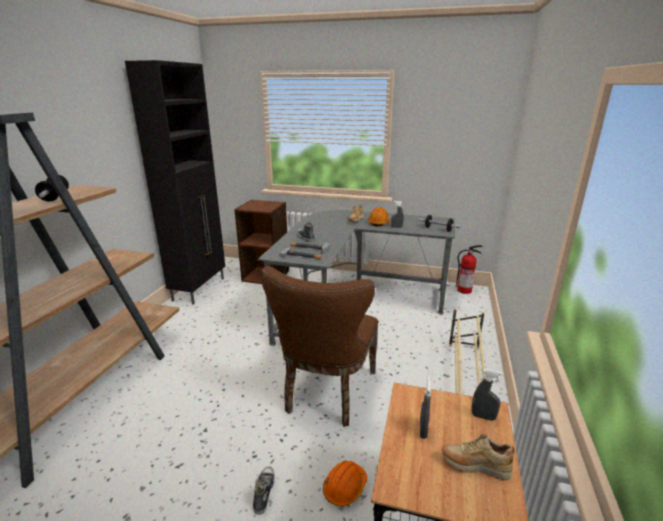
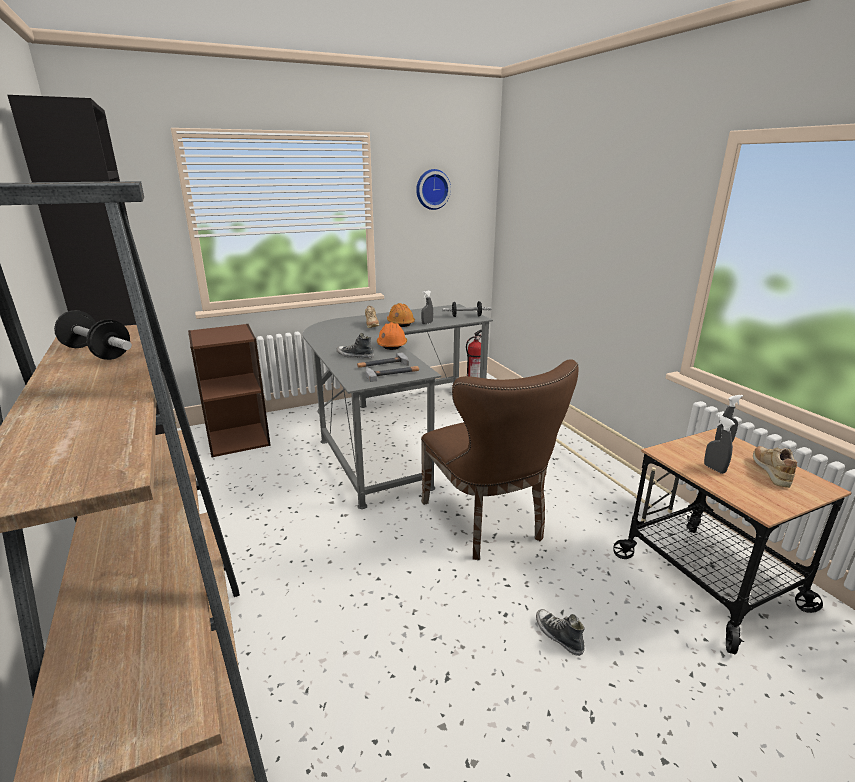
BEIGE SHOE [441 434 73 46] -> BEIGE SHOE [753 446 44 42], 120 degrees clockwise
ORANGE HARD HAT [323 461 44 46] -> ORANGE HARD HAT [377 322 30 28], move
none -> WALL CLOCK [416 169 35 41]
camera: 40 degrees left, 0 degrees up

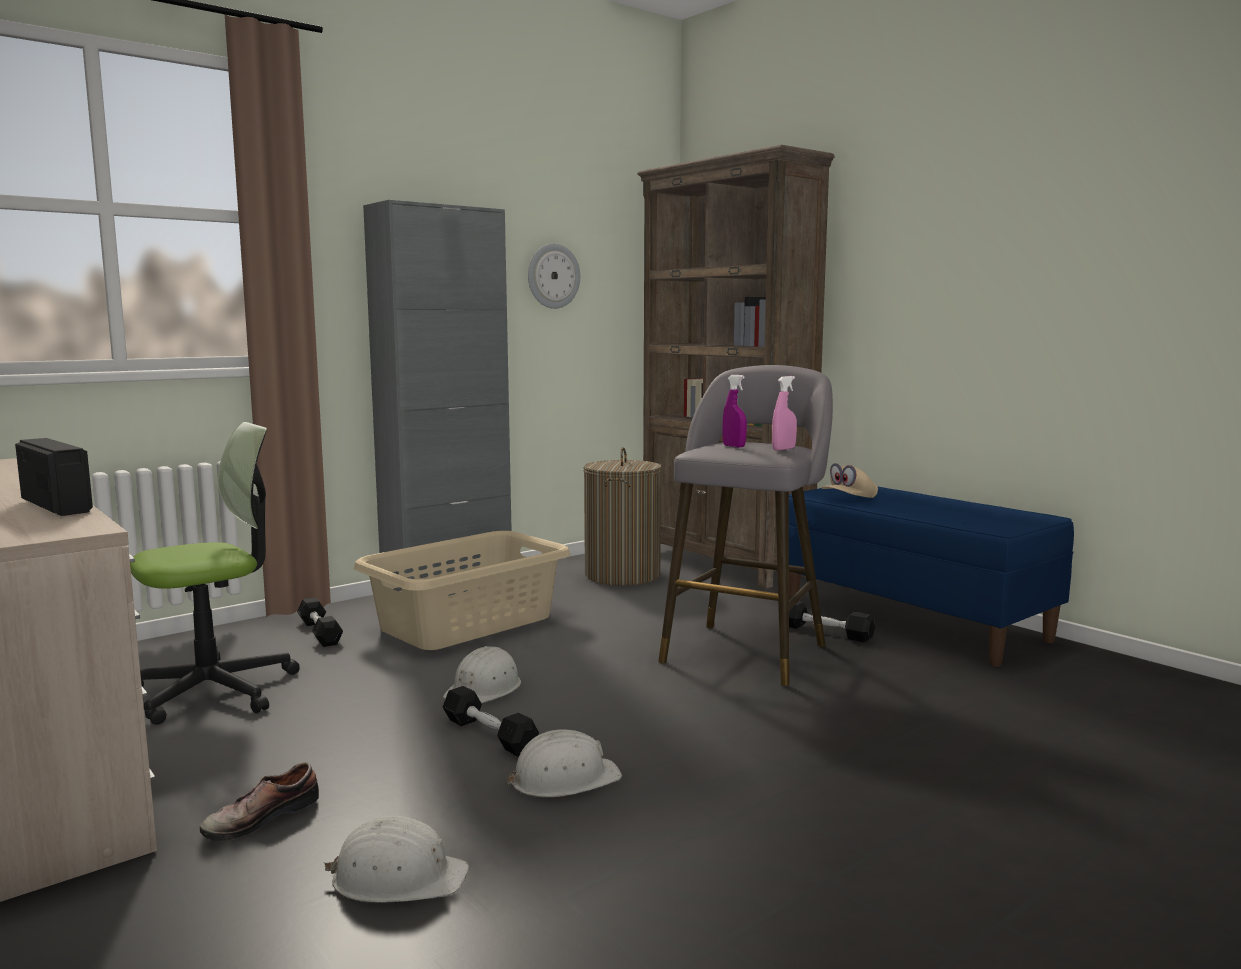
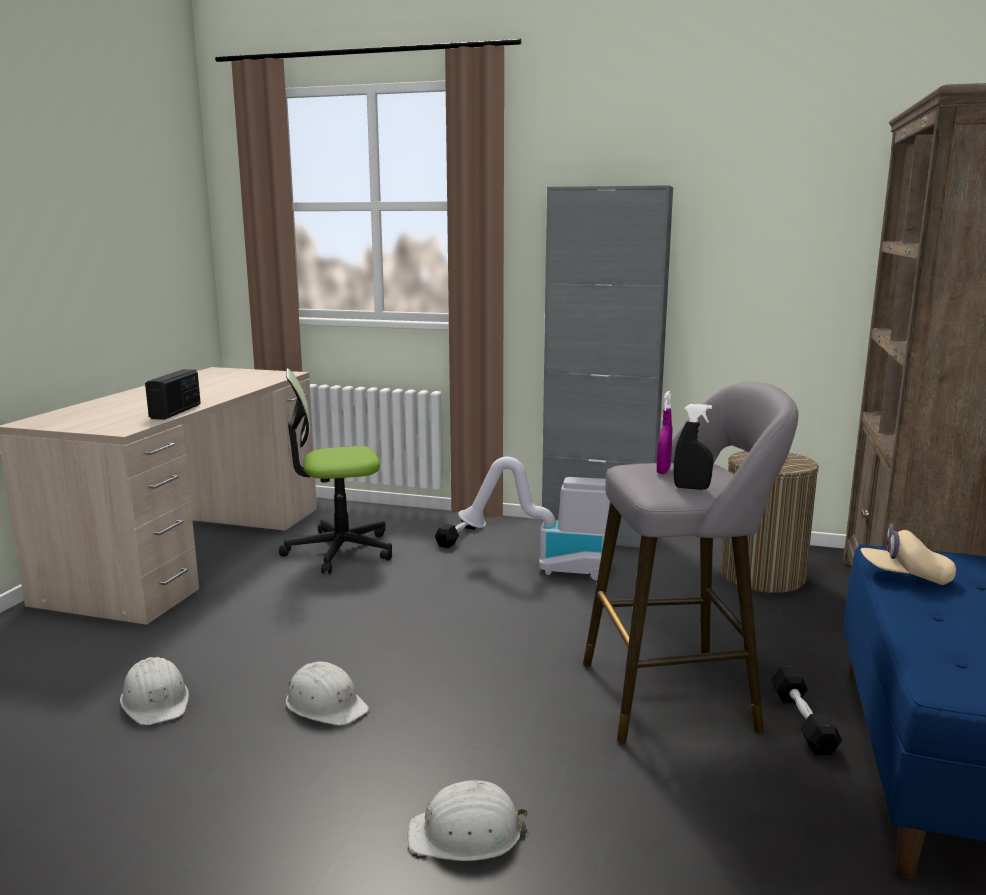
WALL CLOCK [528 243 52 66] -> none
PINK SPRAY BOTTLE [772 376 25 75] -> BLACK SPRAY BOTTLE [673 404 40 86]
OFFICE CHAIR [130 422 170 303] -> OFFICE CHAIR [279 368 113 206], 150 degrees clockwise
BEIGE LAUNDRY BASKET [354 531 217 119] -> VACUUM CLEANER [458 457 152 124]
WHITE HARD HAT [443 646 78 57] -> WHITE HARD HAT [408 780 119 81], move
BLACK DUMBBELL [443 686 96 70] -> none
SHOE [200 762 119 80] -> none
camera: 55 degrees right, 5 degrees up

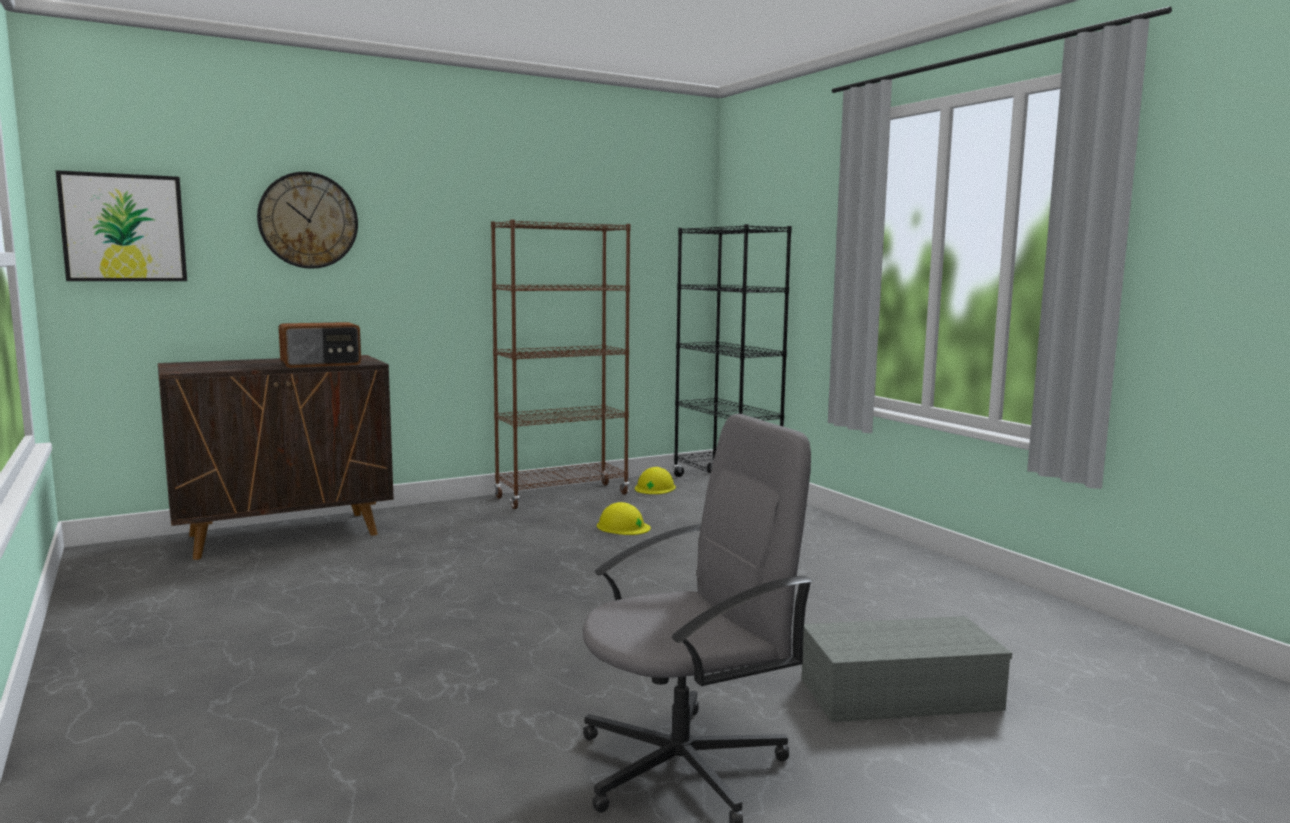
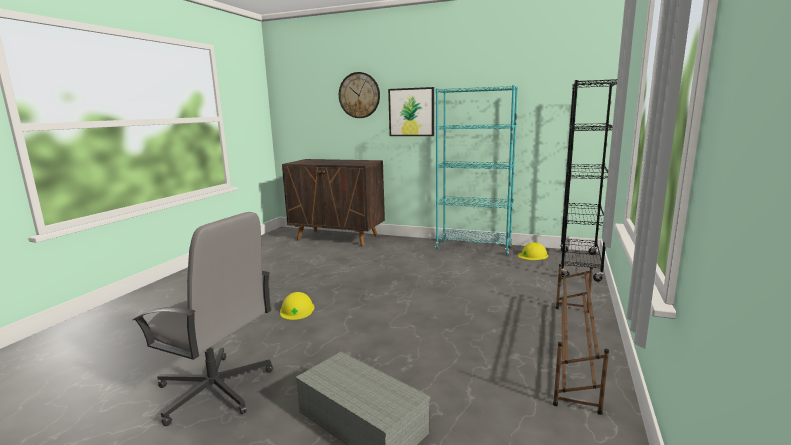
PICTURE [56 170 131 111] -> PICTURE [388 87 46 49], move
BROWN BOOKCASE [491 220 140 289] -> TURQUOISE BOOKCASE [435 85 83 170]
RADIO [278 322 83 46] -> none
YELLOW HARD HAT [597 502 54 33] -> YELLOW HARD HAT [280 292 35 28], move
none -> BROWN SHOE RACK [553 264 56 151]
camera: 50 degrees right, 5 degrees up

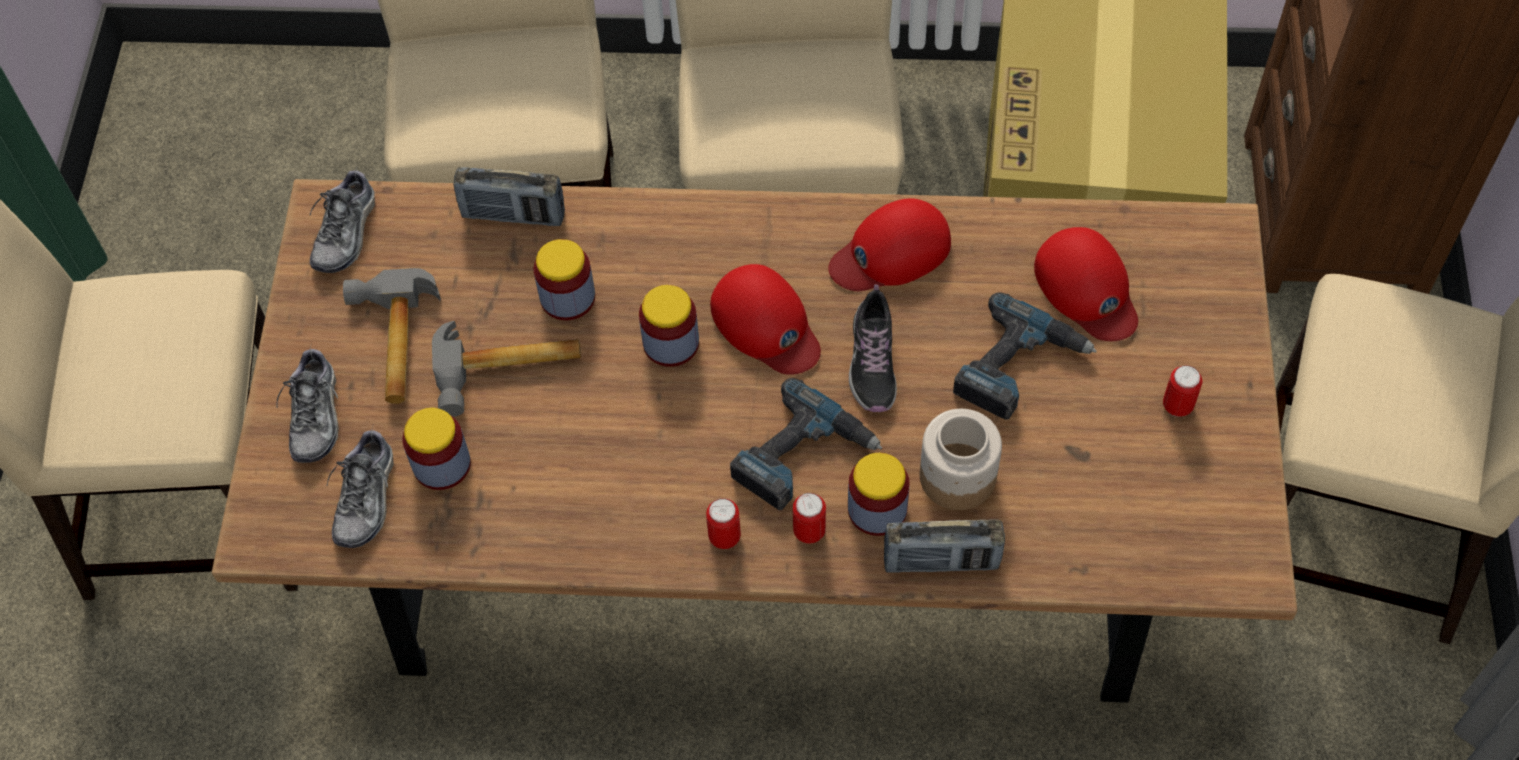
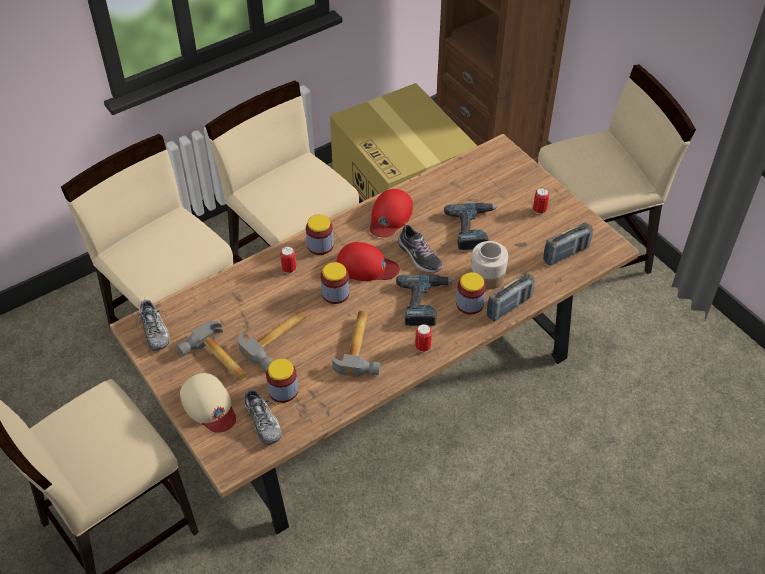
RADIO [453 167 112 59] -> RADIO [543 222 50 44], move
RED CAP [1034 227 104 114] -> none
JAR [533 239 62 82] -> JAR [306 214 28 41], move
SHOE [277 349 62 114] -> BEIGE CAP [180 373 56 60]
CAN [793 493 33 51] -> CAN [280 246 17 28], move
none -> HAMMER [332 311 49 66]
camera: 40 degrees left, 10 degrees down

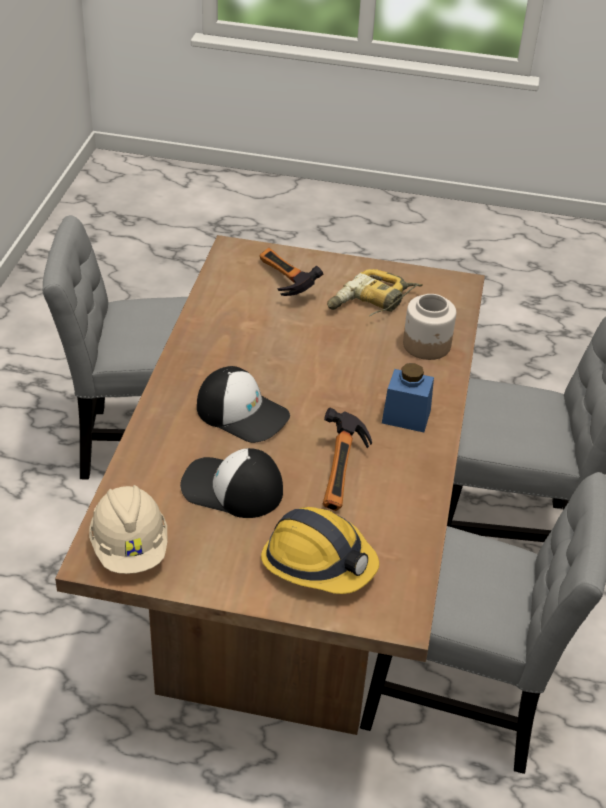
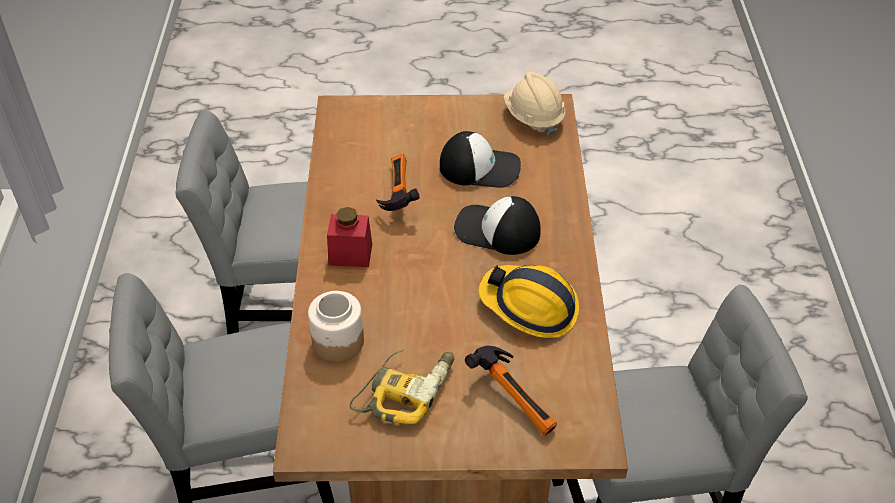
BLUE JAR [382 363 52 69] -> RED JAR [327 207 45 60]
HARD HAT [261 507 118 87] -> HARD HAT [478 265 101 73], move
camera: 170 degrees right, 5 degrees up

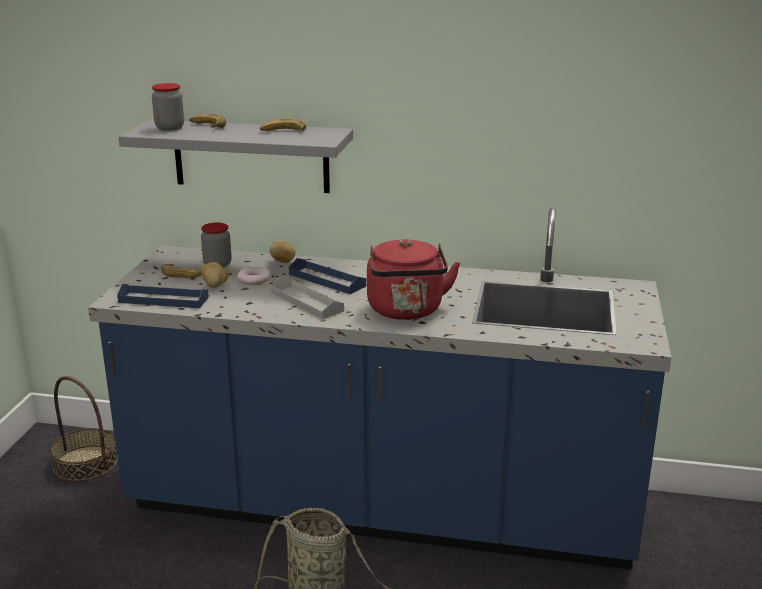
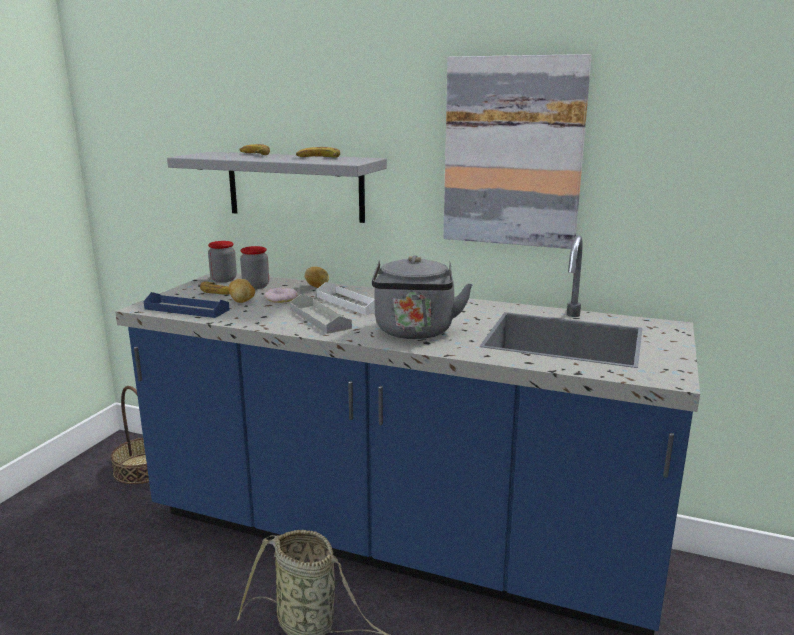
JAR [152 83 32 48] -> JAR [208 241 29 41], move
RED KETTLE [367 239 93 81] -> GREY KETTLE [372 255 101 84]
BLUE TRAY [289 258 77 36] -> WHITE TRAY [316 282 59 33]
none -> PICTURE [443 54 149 195]
camera: 10 degrees right, 5 degrees down

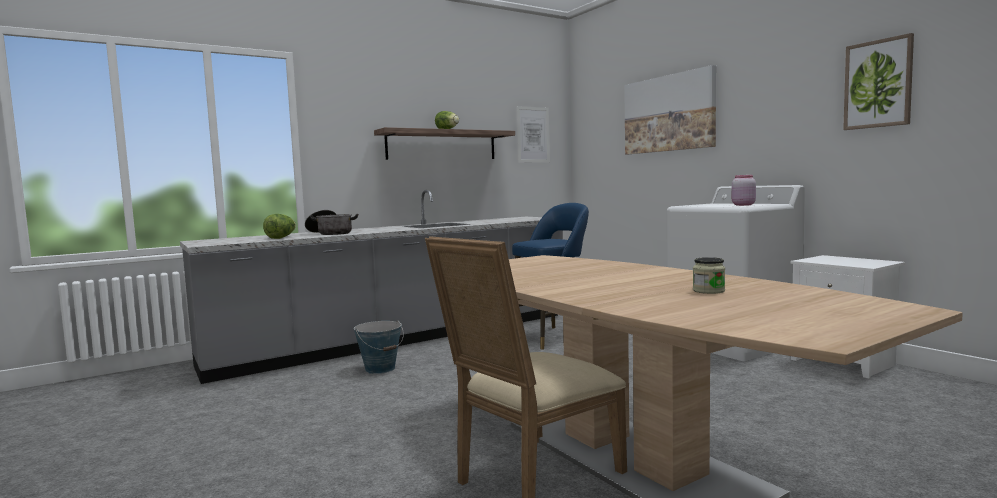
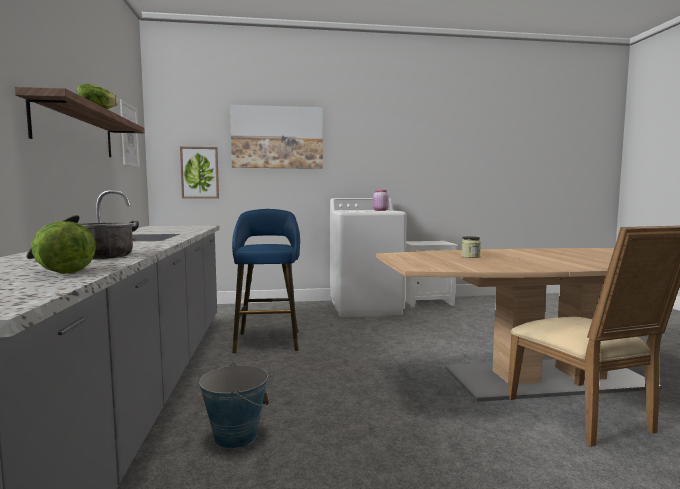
PICTURE [843 33 71 97] -> PICTURE [180 147 39 52], move
JAR [693 257 32 37] -> JAR [461 236 20 22], move
camera: 65 degrees left, 0 degrees up

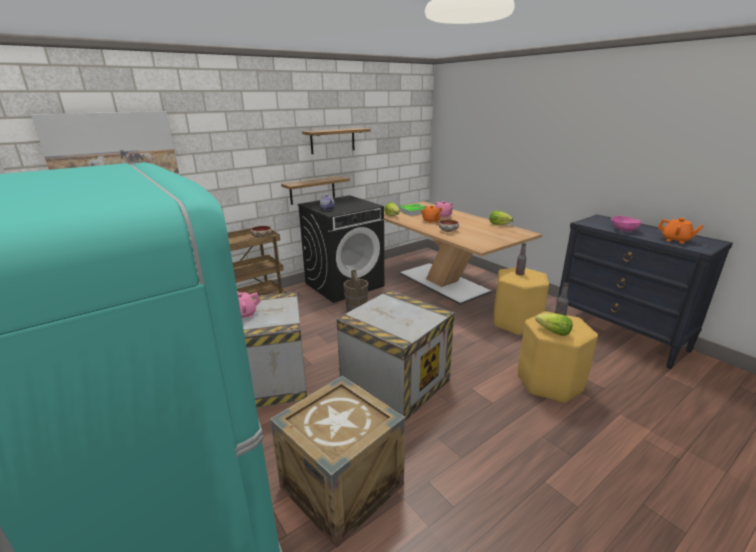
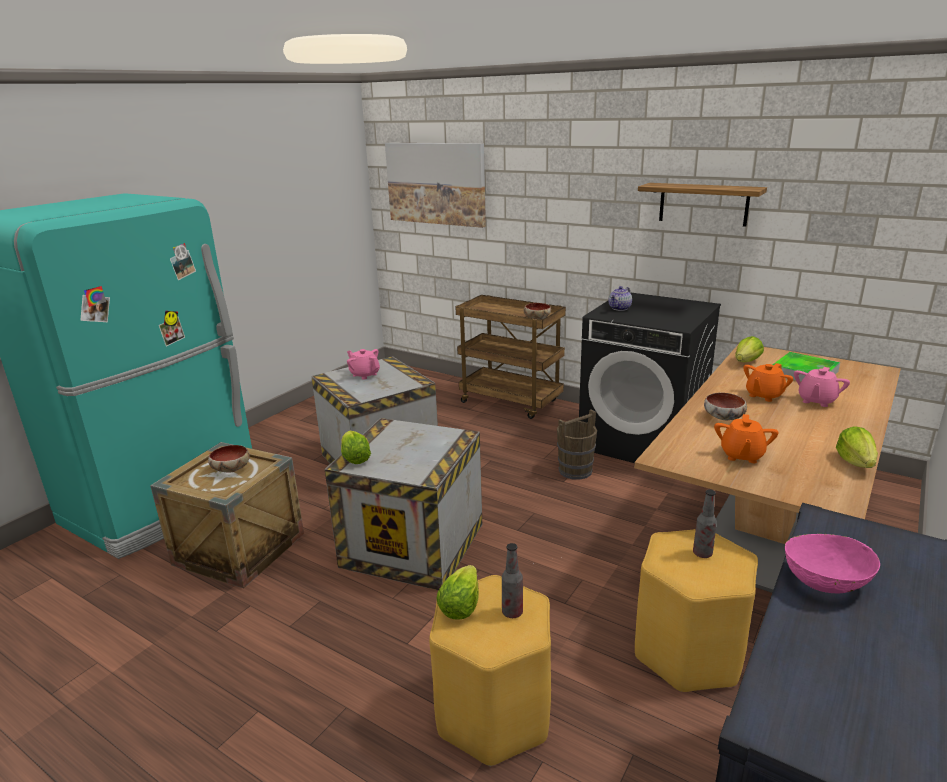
SHELF [281 176 69 29] -> none
ORANGE TEAPOT [658 218 46 26] -> ORANGE TEAPOT [714 414 64 49], move
none -> LETTUCE [341 431 30 33]
none -> BOWL [208 445 42 28]
camera: 70 degrees right, 0 degrees up

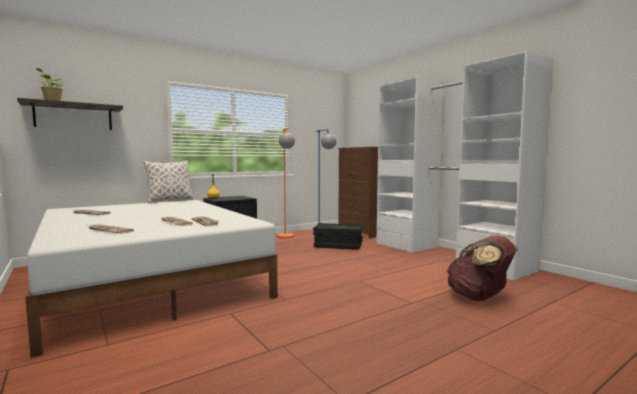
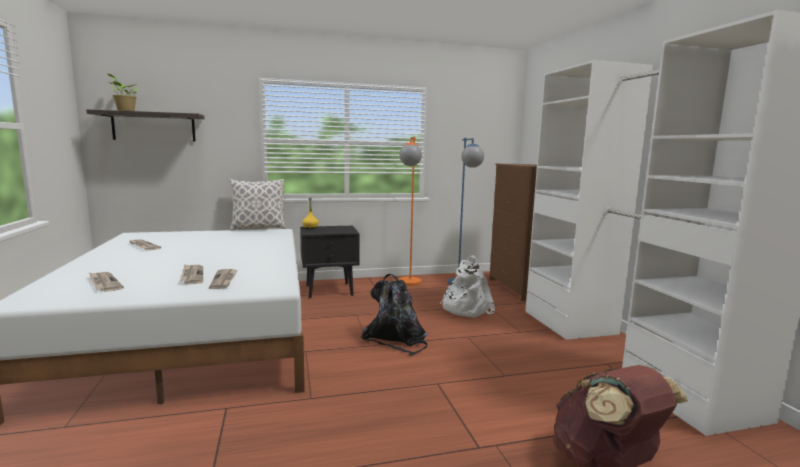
BLACK STORAGE BOX [313 223 50 27] -> WHITE BACKPACK [440 256 55 61]
none -> BLACK BACKPACK [361 274 67 82]
camera: 20 degrees right, 5 degrees up

